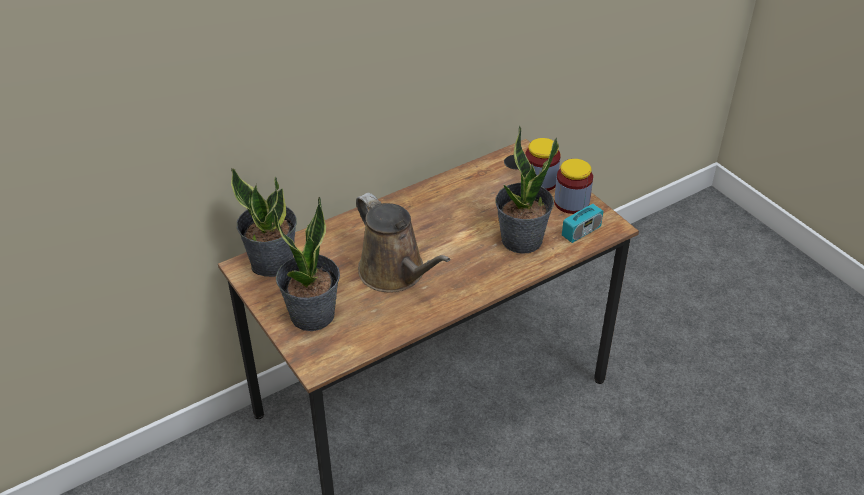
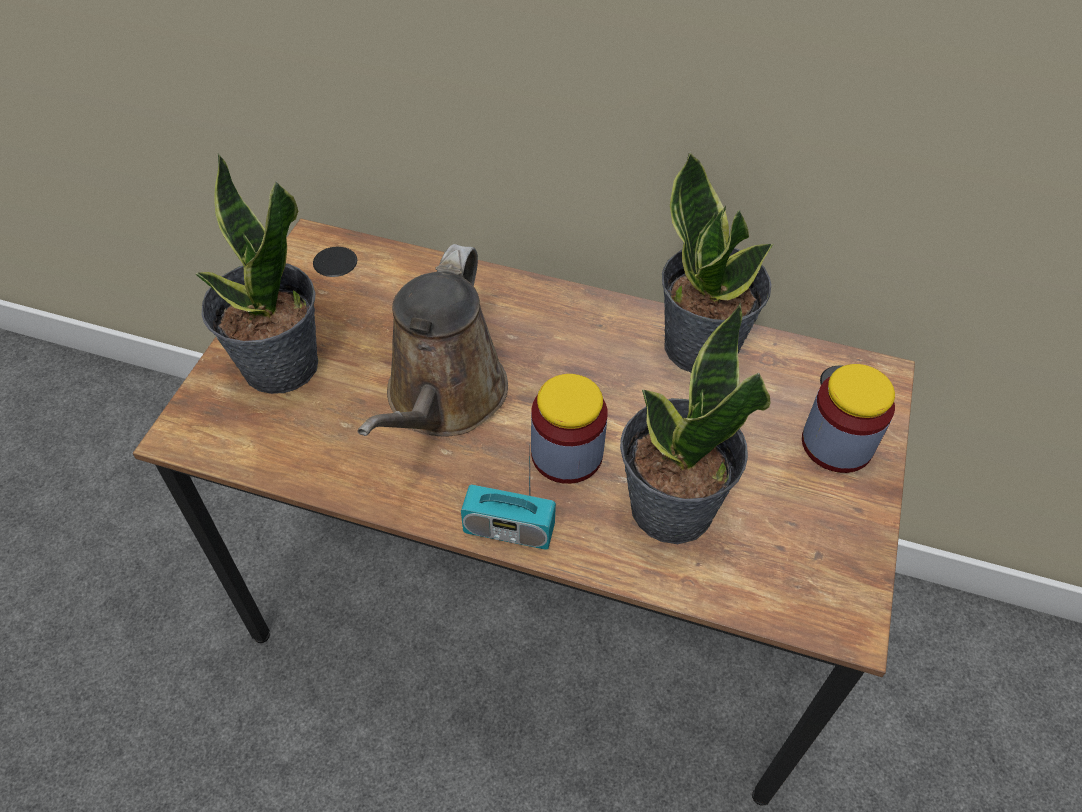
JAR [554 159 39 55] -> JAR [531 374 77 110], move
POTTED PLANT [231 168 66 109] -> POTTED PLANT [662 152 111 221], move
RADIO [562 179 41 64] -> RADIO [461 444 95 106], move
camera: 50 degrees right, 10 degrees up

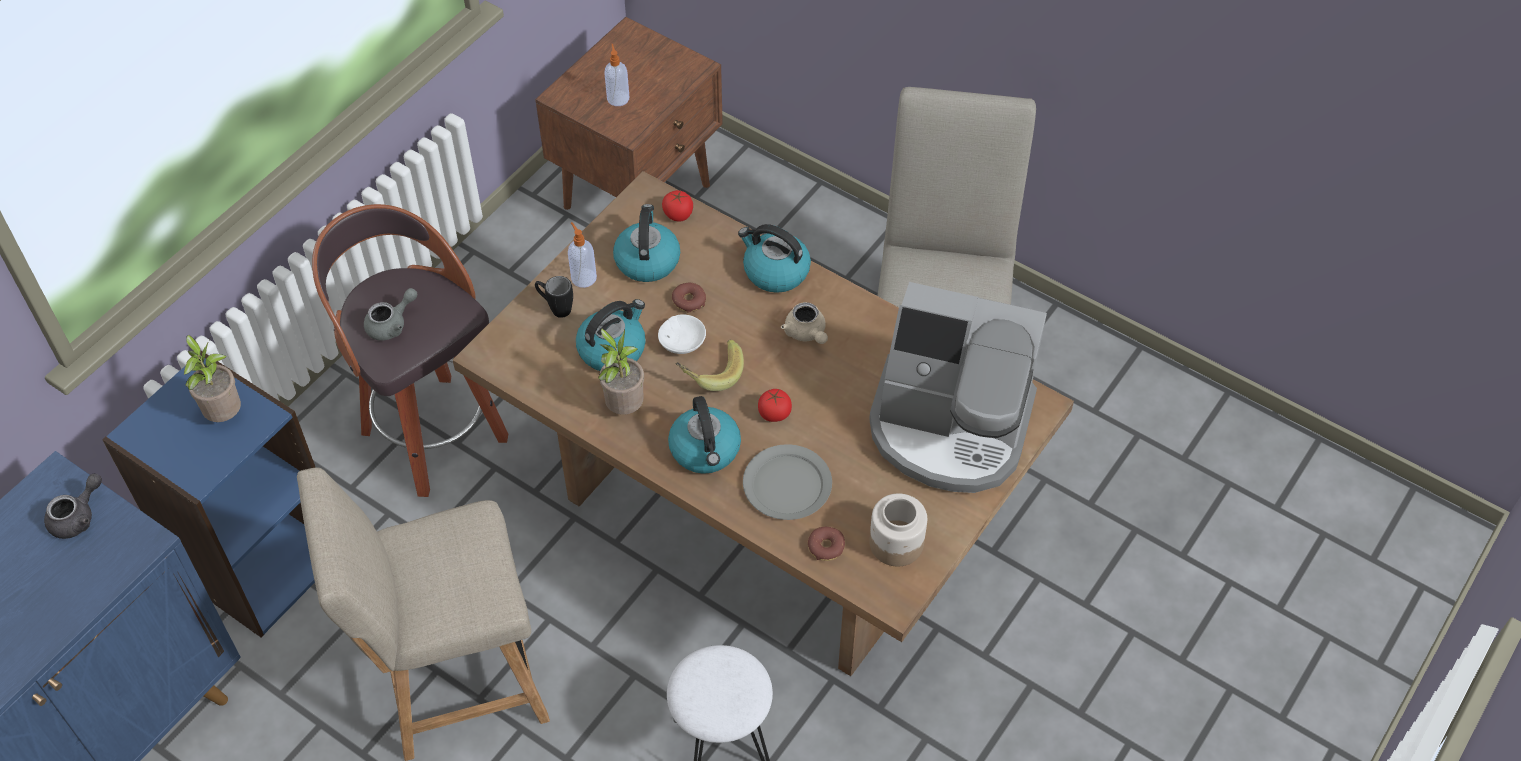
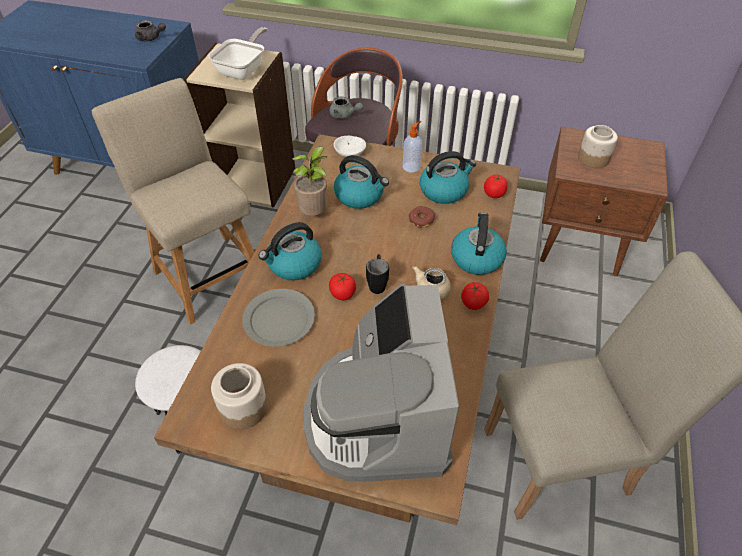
SOAP DISPENSER [604 44 25 62] -> JAR [578 125 40 43]
BLACK MUG [535 276 38 42] -> BLACK MUG [366 254 23 40], move
WHITE BOWL [658 314 48 40] -> WHITE BOWL [334 136 32 21], move
POTTED PLANT [183 335 58 87] -> FRYING PAN [209 27 58 53]
BANANA [676 340 68 51] -> none
BLUE BOOKCASE [102 351 213 286] -> BEIGE BOOKCASE [184 43 111 165]
DONUT [807 527 38 34] -> none
none -> TOMATO [461 282 28 28]
camera: 70 degrees right, 5 degrees down

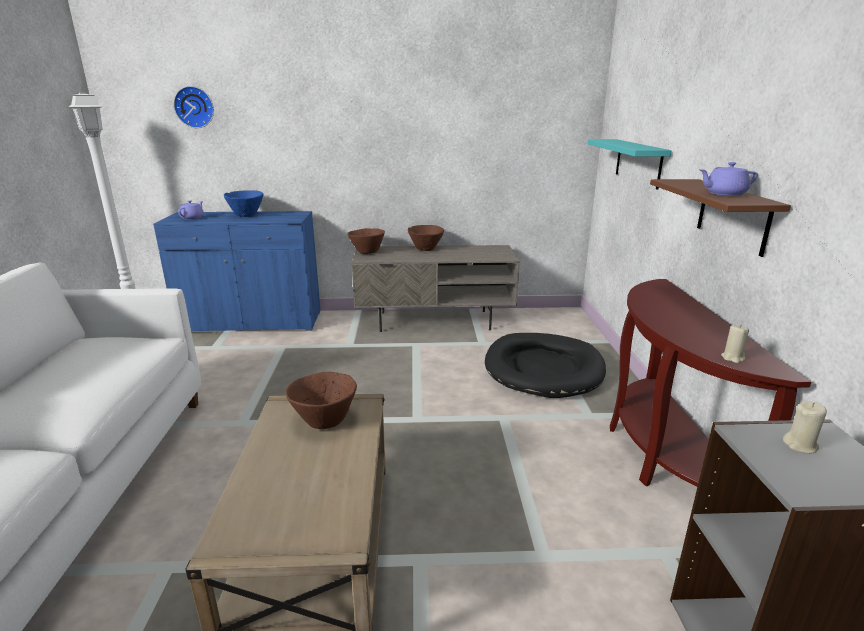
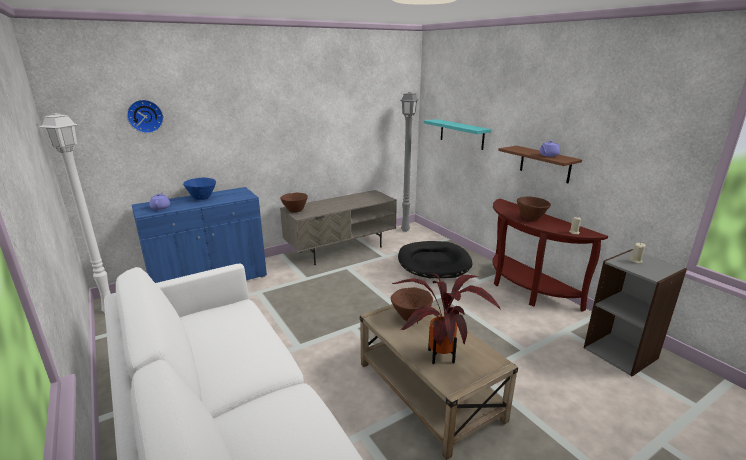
BROWN BOWL [408 225 36 26] -> BROWN BOWL [517 196 34 24], move
none -> GREY FLOOR LAMP [400 92 18 140]
none -> POTTED PLANT [392 273 109 91]
camera: 30 degrees left, 0 degrees up

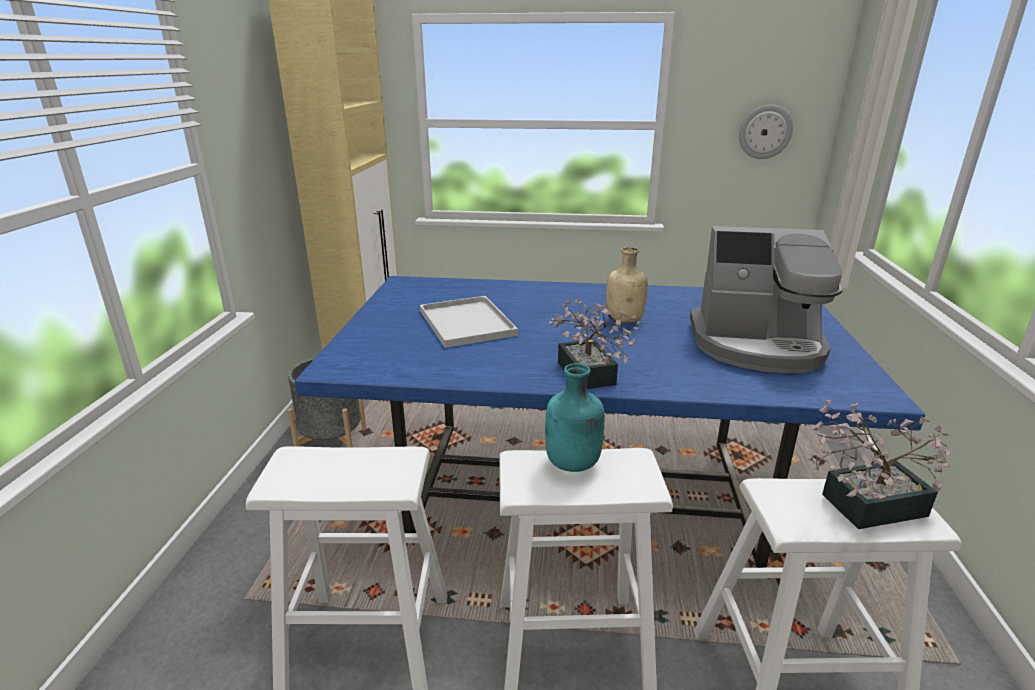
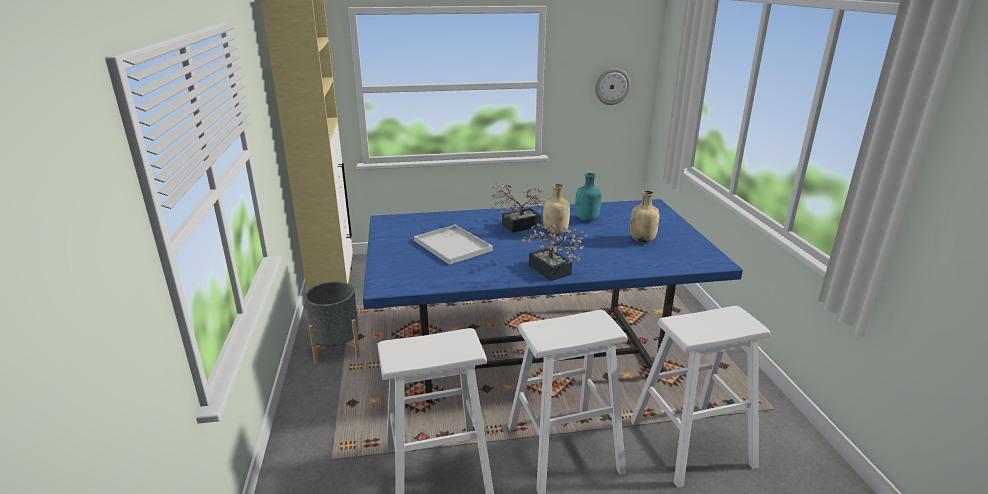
COFFEE MACHINE [690 226 153 147] -> BEIGE BOTTLE [630 190 29 52]
TURQUOISE BOTTLE [545 363 60 109] -> TURQUOISE BOTTLE [575 173 26 48], move
POTTED PLANT [811 400 141 129] -> POTTED PLANT [492 183 54 50], move
camera: 15 degrees left, 0 degrees up

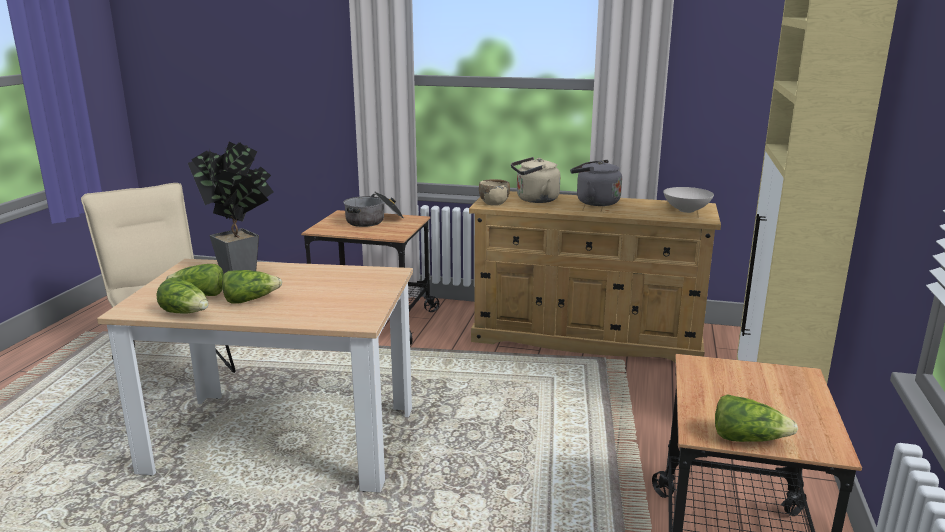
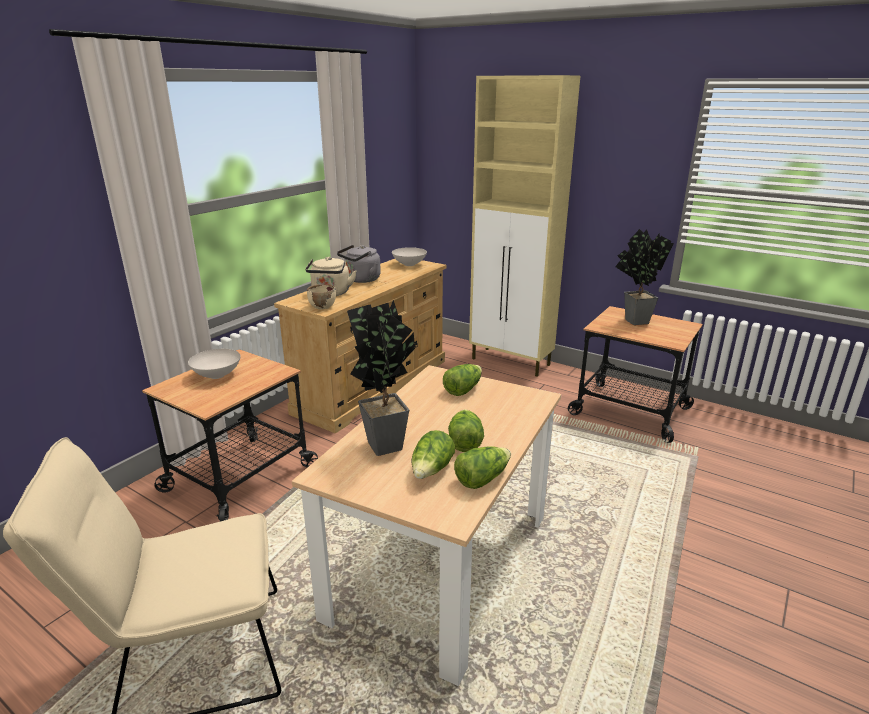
COOKING POT [343 191 61 36] -> WHITE BOWL [188 349 53 30]
LETTUCE [715 394 83 48] -> LETTUCE [443 364 39 32], move
none -> POTTED PLANT [615 229 59 96]
camera: 70 degrees left, 5 degrees up

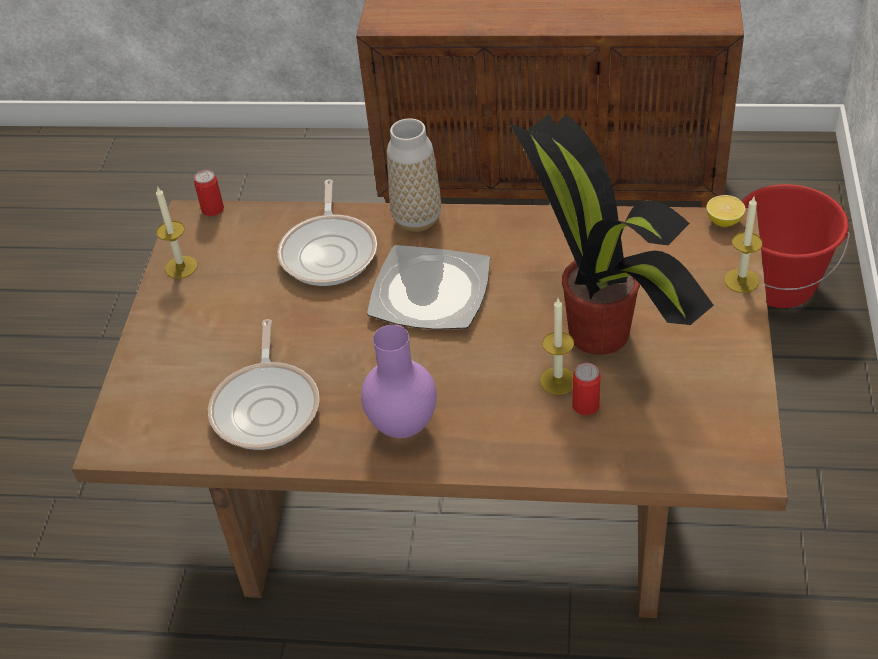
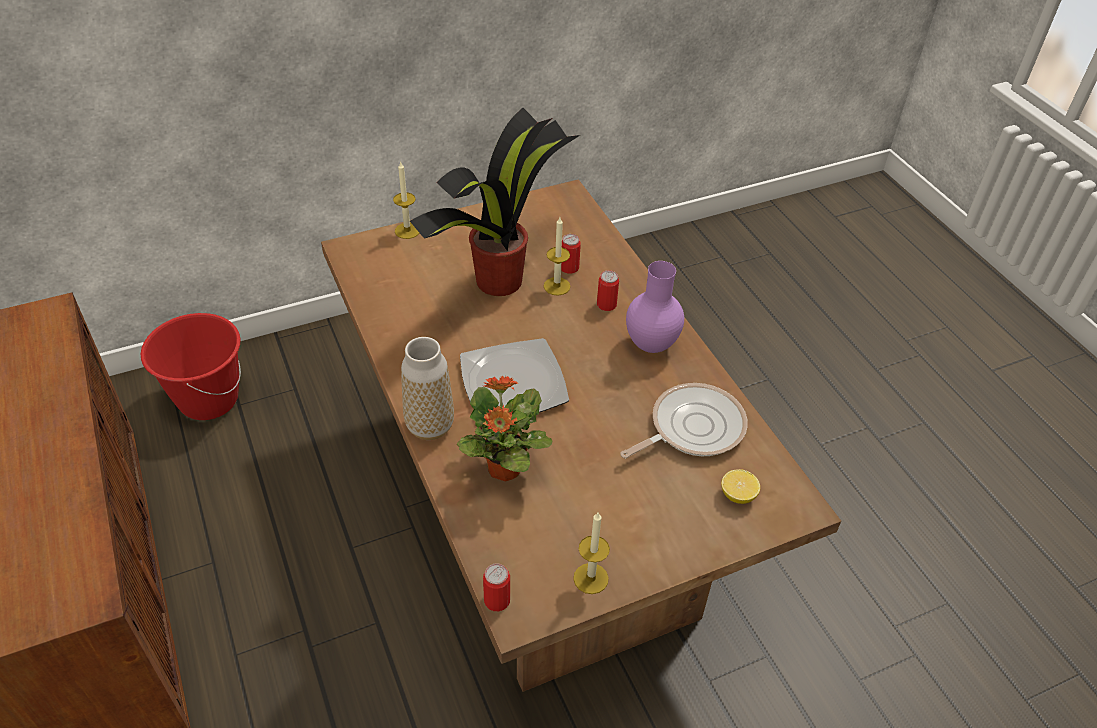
FRYING PAN [277 179 100 107] -> POTTED PLANT [457 375 96 107]
LEMON [706 195 39 32] -> LEMON [721 469 39 35], move
none -> CAN [597 270 22 41]
camera: 125 degrees left, 0 degrees up

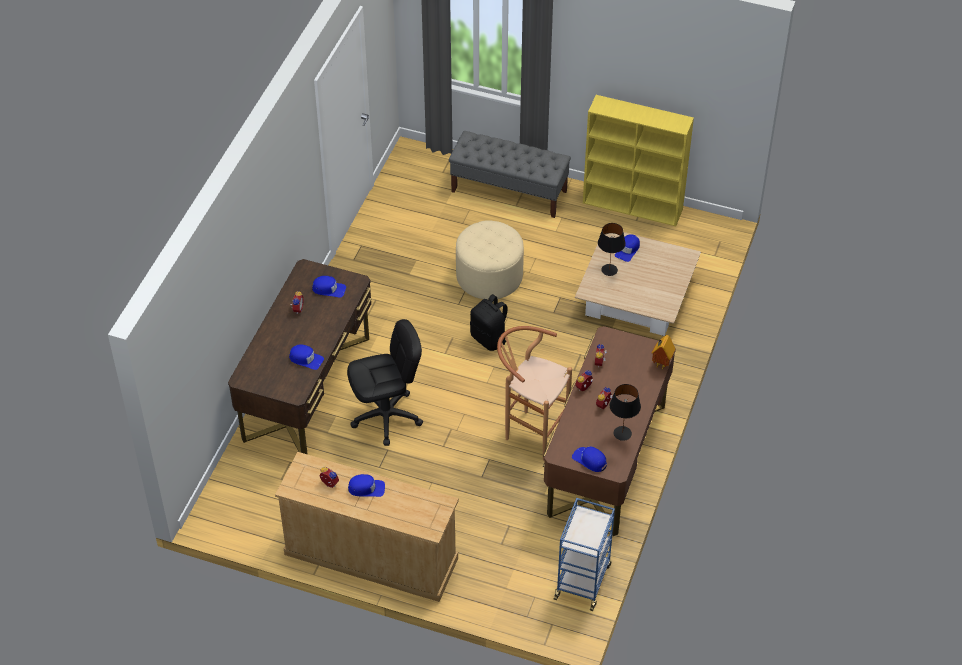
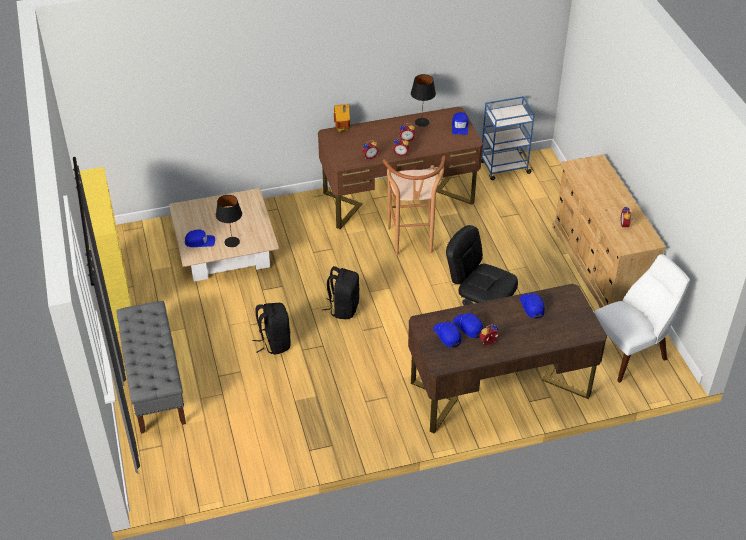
BEIGE OTTOMAN [456 220 68 79] -> BLACK BACKPACK [253 303 38 52]
BLUE CAP [348 474 37 23] -> BLUE CAP [453 313 30 25], move
none -> WHITE CHAIR [594 254 96 129]
camera: 125 degrees left, 5 degrees down

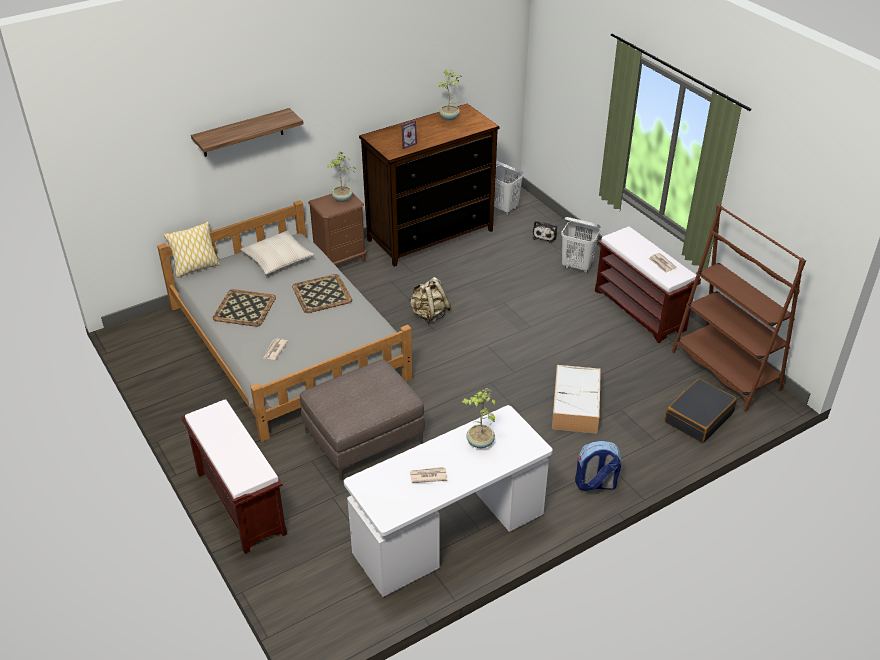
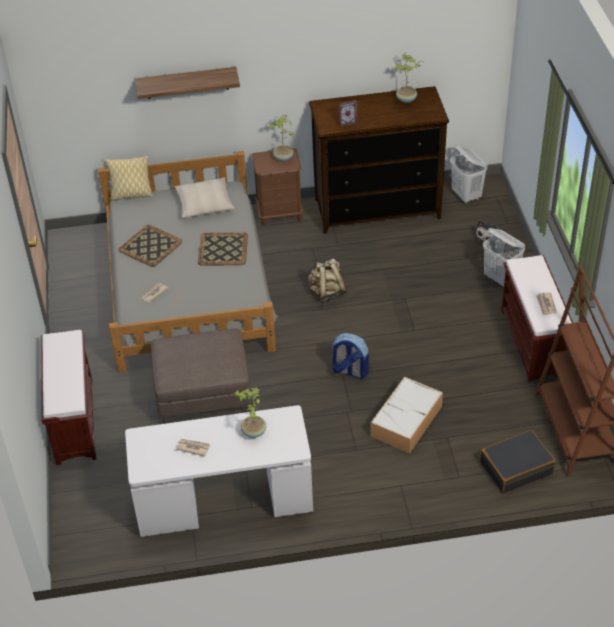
BACKPACK [575 441 46 50] -> BACKPACK [332 333 37 46], move
camera: 25 degrees right, 5 degrees up

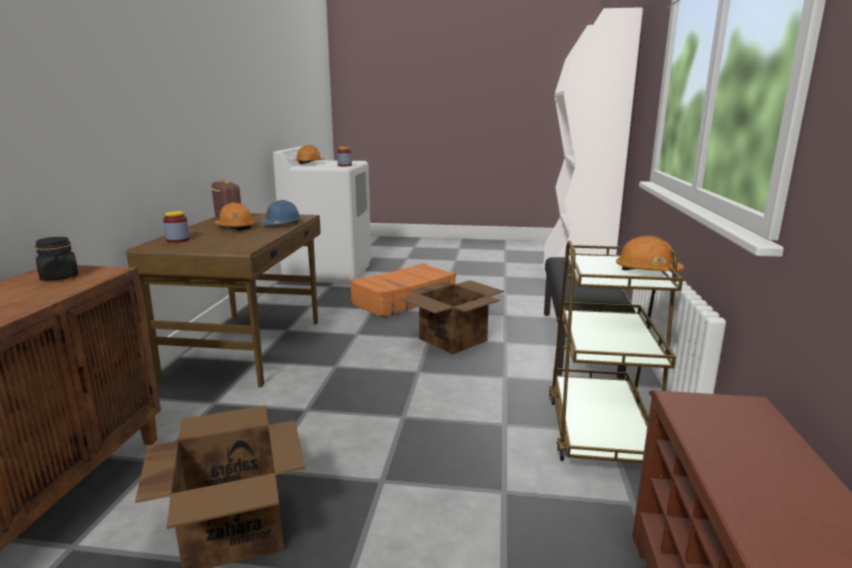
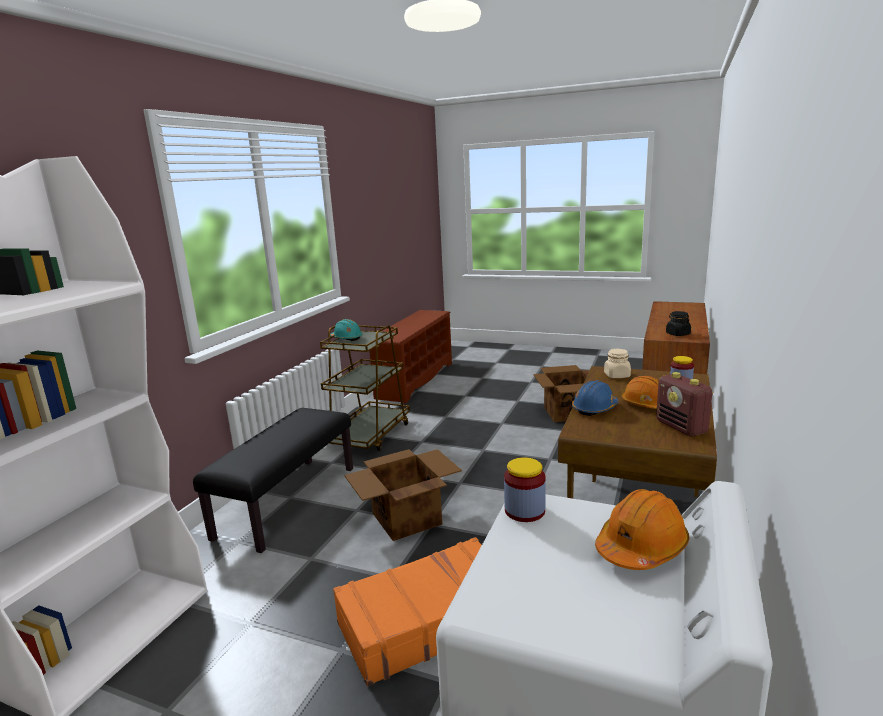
ORANGE HARD HAT [616 236 68 35] -> TURQUOISE HARD HAT [330 319 33 22]
none -> BEIGE JAR [604 349 27 29]
camera: 165 degrees left, 0 degrees up

